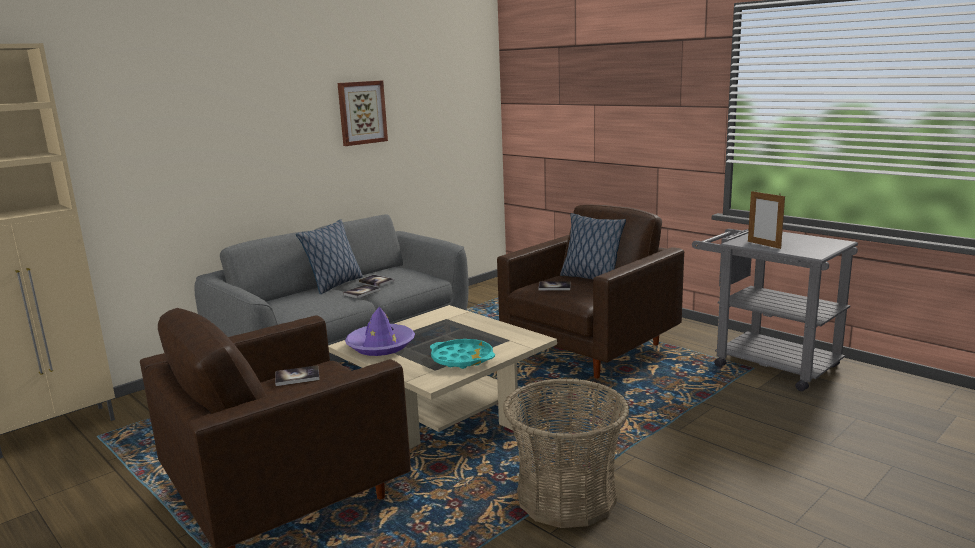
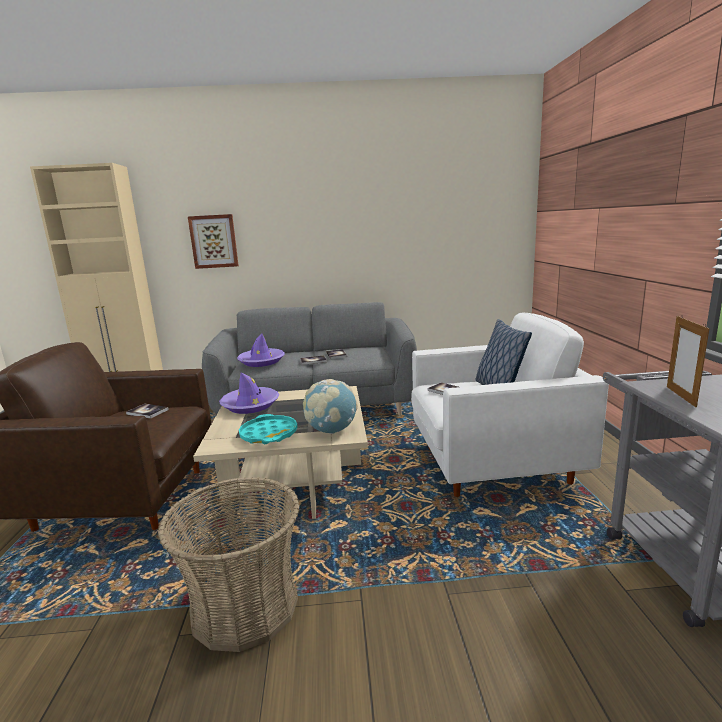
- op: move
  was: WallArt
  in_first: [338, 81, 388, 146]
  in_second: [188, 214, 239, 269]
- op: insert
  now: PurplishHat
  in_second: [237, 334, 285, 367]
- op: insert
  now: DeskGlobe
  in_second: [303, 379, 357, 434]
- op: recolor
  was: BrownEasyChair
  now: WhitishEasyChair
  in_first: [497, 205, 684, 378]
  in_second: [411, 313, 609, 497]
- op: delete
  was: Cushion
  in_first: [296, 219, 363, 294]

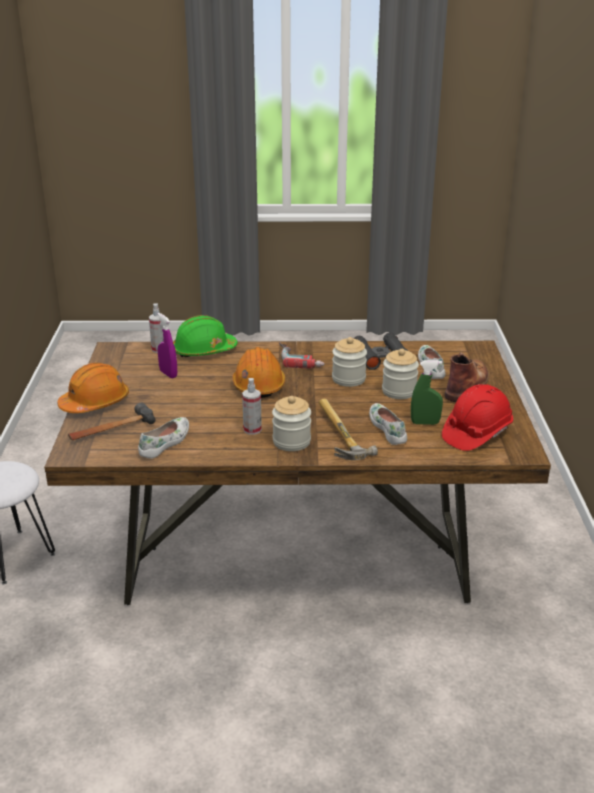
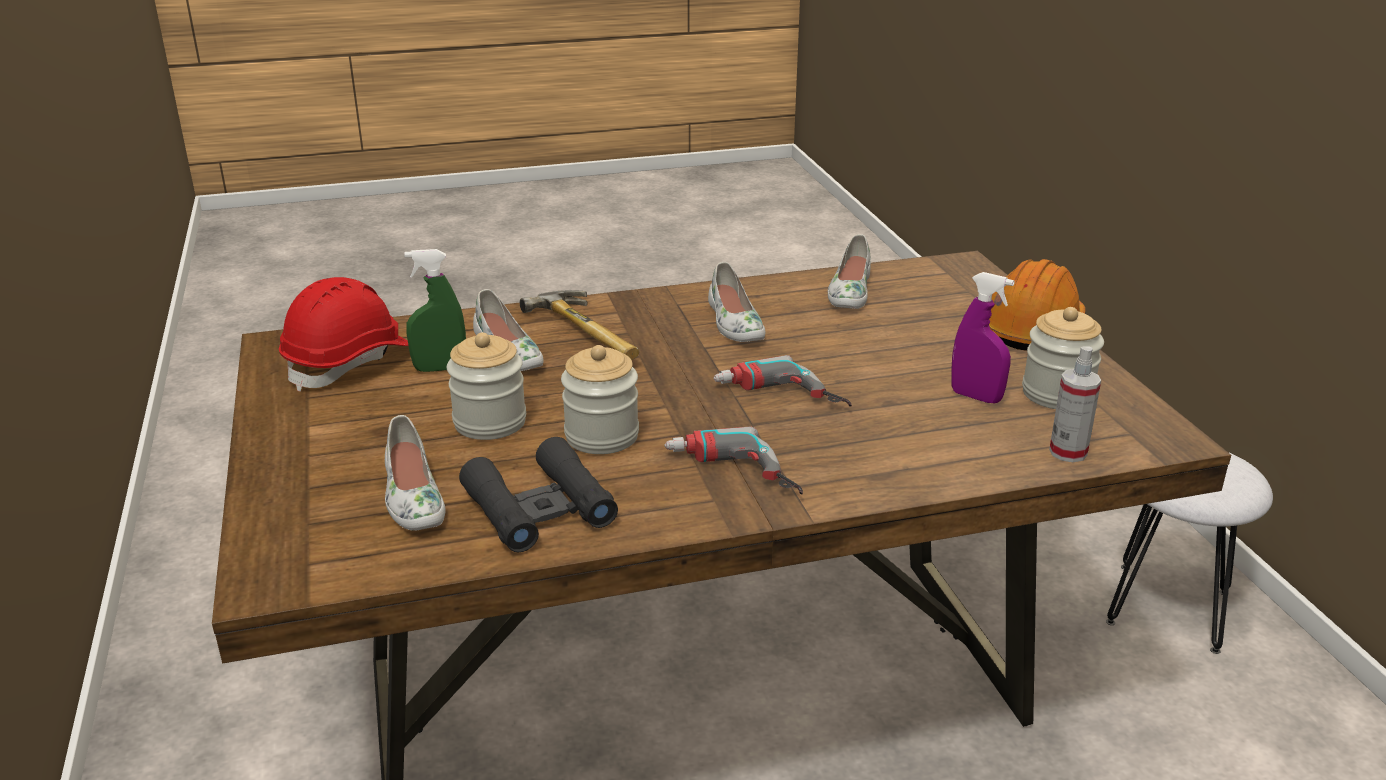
- op: replace
  was: Sprayer
  now: WhitishItemOfFootwear
  in_first: [242, 378, 262, 435]
  in_second: [708, 262, 765, 342]
- op: replace
  was: OrangeColouredSafetyHelmet
  now: ElectricDrill
  in_first: [232, 347, 285, 398]
  in_second: [713, 355, 852, 406]
- op: move
  was: Jar
  in_first: [272, 396, 311, 451]
  in_second: [1022, 307, 1104, 409]
- op: delete
  was: HandHammer
  in_first: [68, 403, 155, 440]
- op: delete
  was: GreenColouredSafetyHelmet
  in_first: [173, 315, 238, 357]
- op: delete
  was: BrownTallBoot
  in_first: [445, 352, 489, 402]

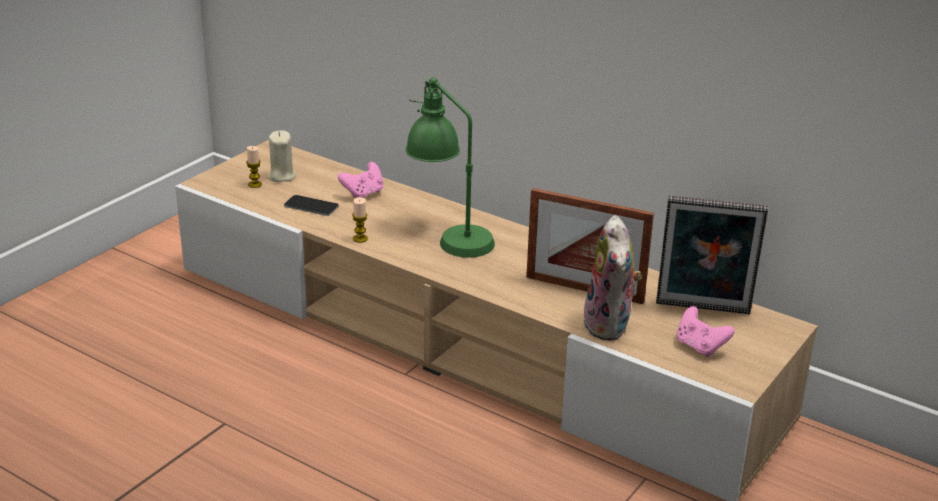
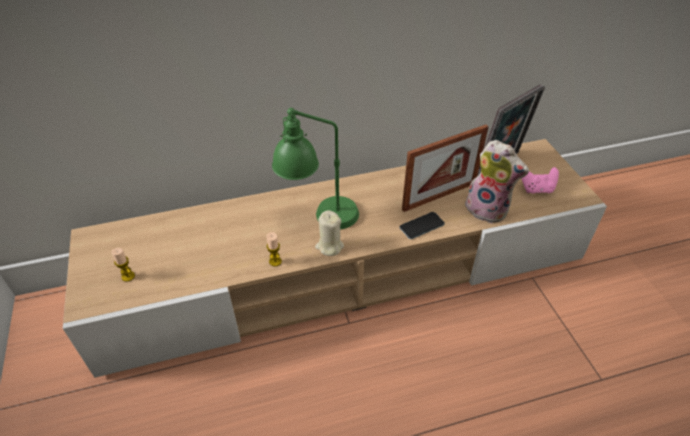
- op: move
  was: BeigeColouredWaxCandle
  in_first: [268, 130, 296, 182]
  in_second: [315, 210, 344, 256]
- op: move
  was: Telephone
  in_first: [284, 195, 339, 216]
  in_second: [400, 212, 445, 239]
- op: delete
  was: PinkColouredGamepad
  in_first: [338, 162, 384, 198]

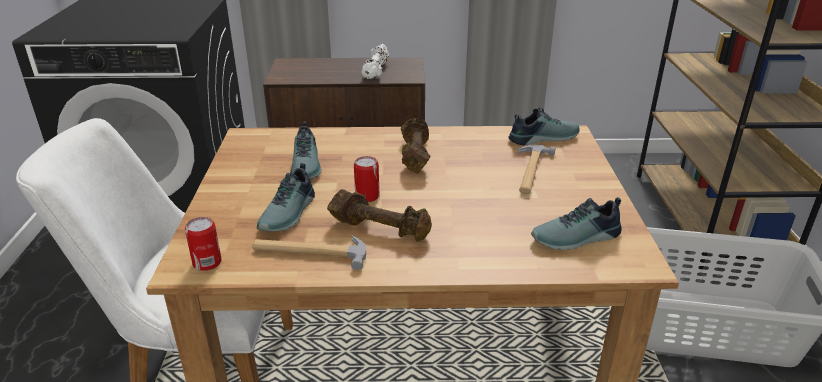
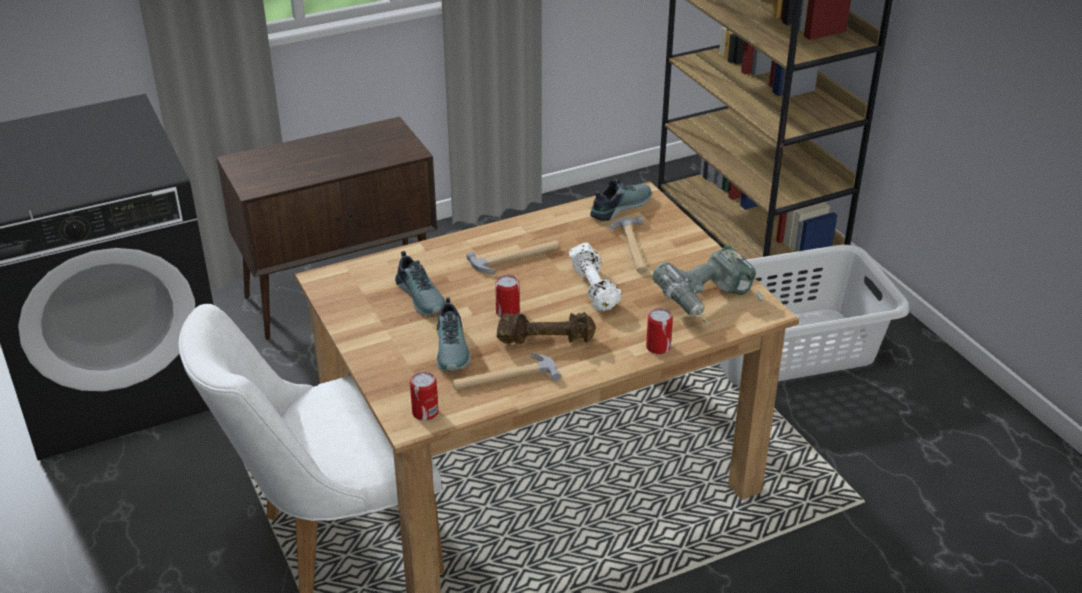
- op: replace
  was: BrownFreeWeight
  now: HandHammer
  in_first: [401, 118, 430, 174]
  in_second: [466, 241, 560, 274]
- op: move
  was: WhitishFreeWeight
  in_first: [361, 44, 389, 79]
  in_second: [569, 242, 622, 312]
- op: insert
  now: SealedCan
  in_second: [646, 308, 673, 354]
- op: replace
  was: ItemOfFootwear
  now: ElectricDrill
  in_first: [531, 197, 622, 250]
  in_second: [652, 246, 763, 324]

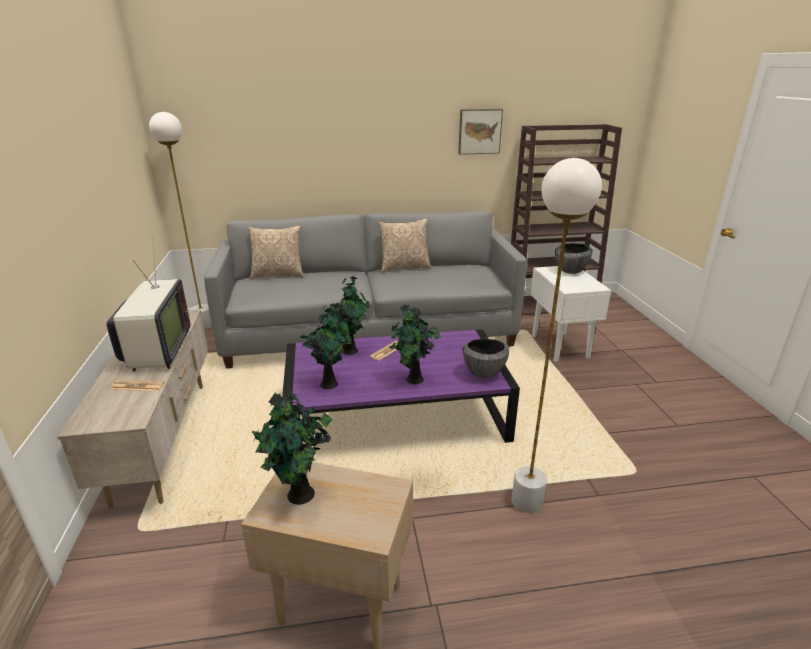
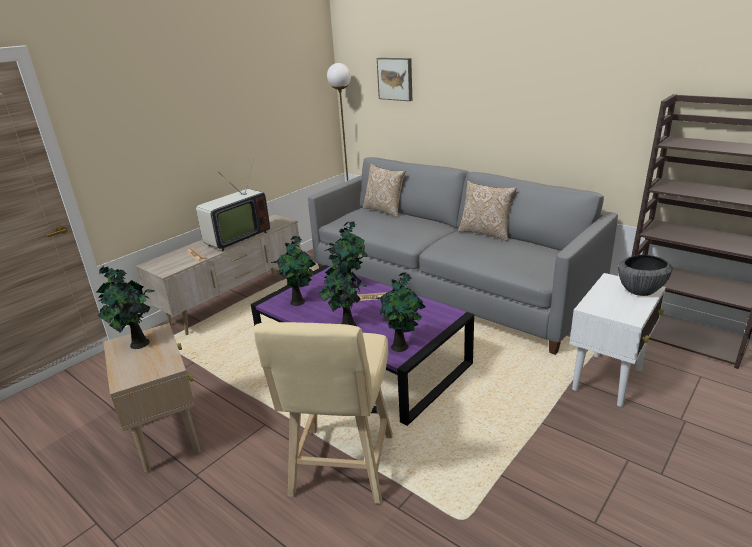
- op: replace
  was: WhitishStandingLamp
  now: BeigeColouredSittingStool
  in_first: [512, 158, 602, 513]
  in_second: [254, 322, 393, 504]
- op: replace
  was: ServingBowl
  now: PottedPlant
  in_first: [462, 339, 509, 378]
  in_second: [374, 272, 426, 352]
- op: move
  was: WallArt
  in_first: [458, 109, 503, 155]
  in_second: [377, 58, 412, 101]

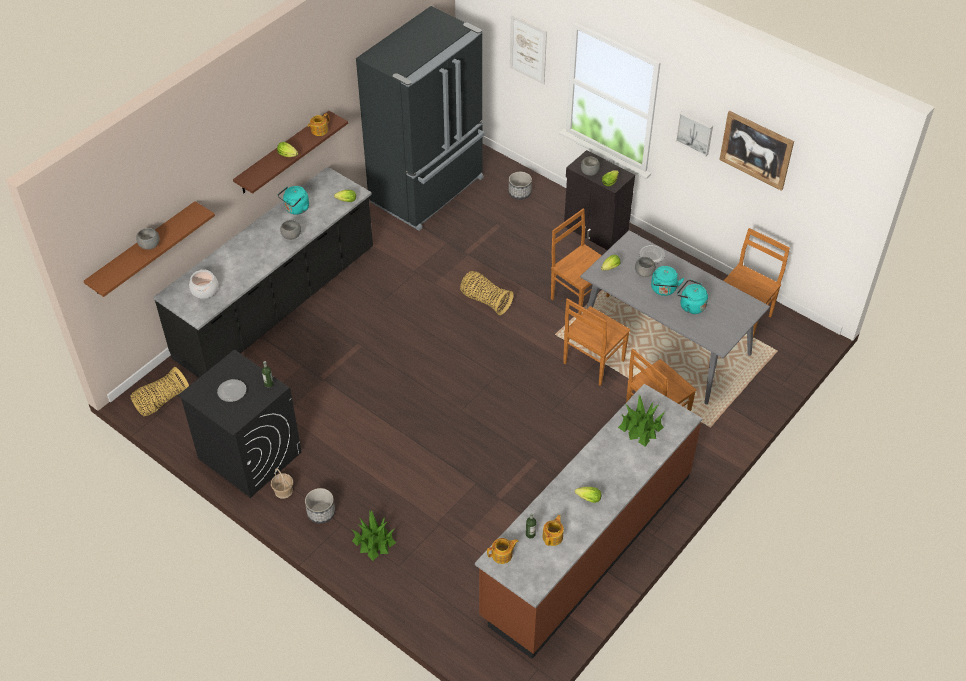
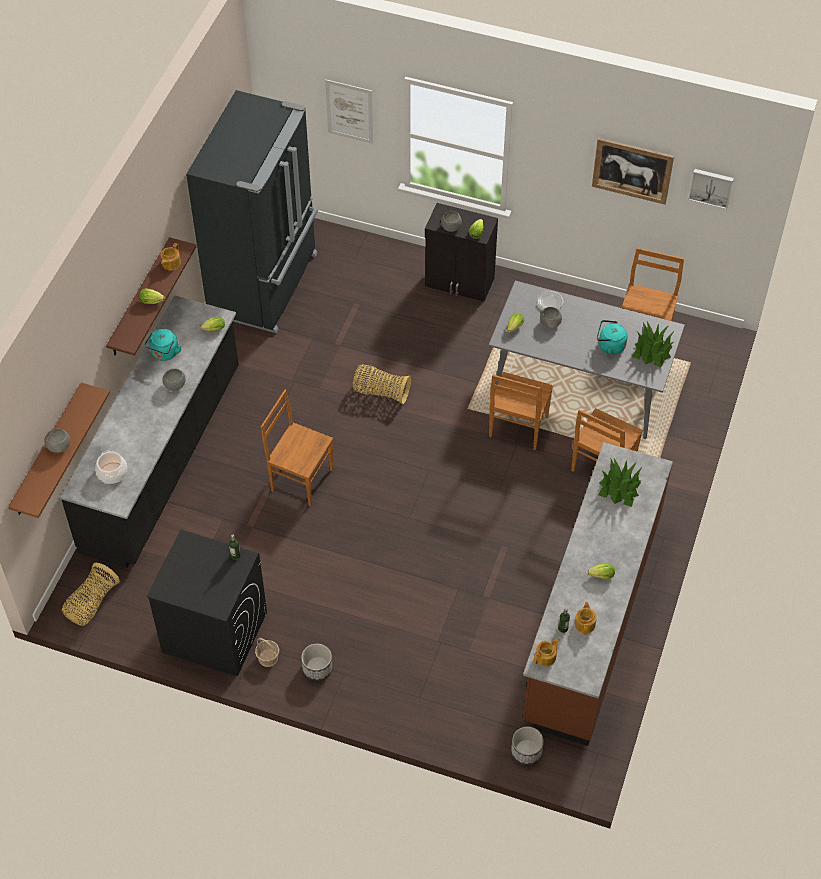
- op: move
  was: BrownChair
  in_first: [551, 208, 610, 315]
  in_second: [261, 389, 333, 506]
- op: move
  was: Planter
  in_first: [509, 172, 532, 199]
  in_second: [511, 726, 544, 765]
- op: move
  was: PottedPlant
  in_first: [351, 510, 396, 561]
  in_second: [632, 321, 674, 367]
- op: move
  was: WallArt
  in_first: [676, 111, 713, 156]
  in_second: [688, 169, 734, 209]
- op: delete
  was: DinnerPlate
  in_first: [217, 379, 246, 402]
- op: delete
  was: BlueGreenKettle
  in_first: [651, 266, 684, 296]

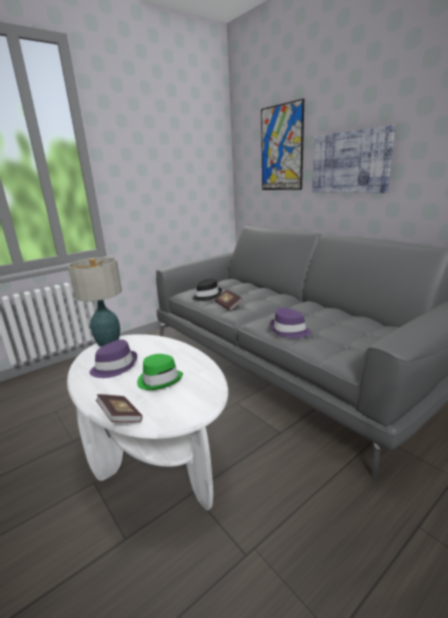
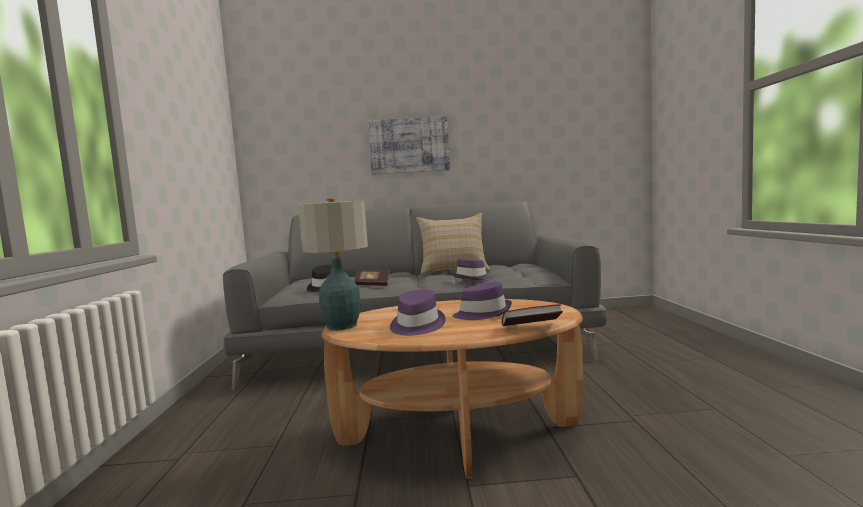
- op: recolor
  was: WhitishLoungeTable
  now: BrownLoungeTable
  in_first: [67, 334, 228, 511]
  in_second: [322, 299, 583, 479]
- op: insert
  now: BeigeColouredCushion
  in_second: [416, 213, 491, 275]
- op: recolor
  was: GreenColouredHat
  now: PurplishHat
  in_first: [137, 354, 183, 390]
  in_second: [452, 282, 512, 320]
- op: delete
  was: WallArt
  in_first: [261, 99, 304, 190]

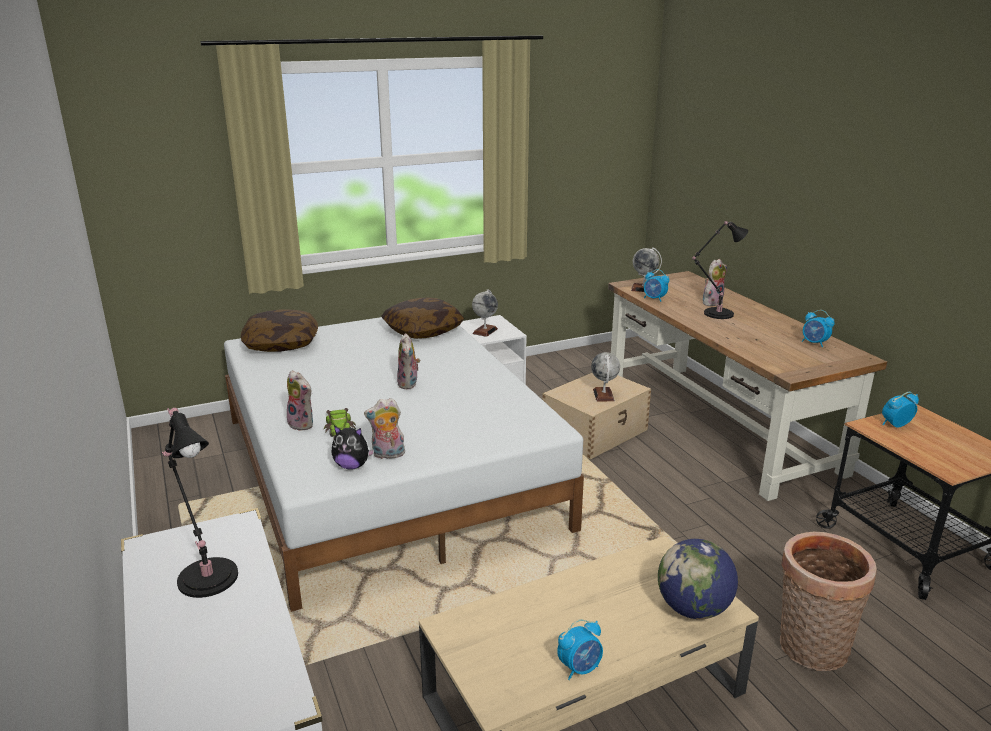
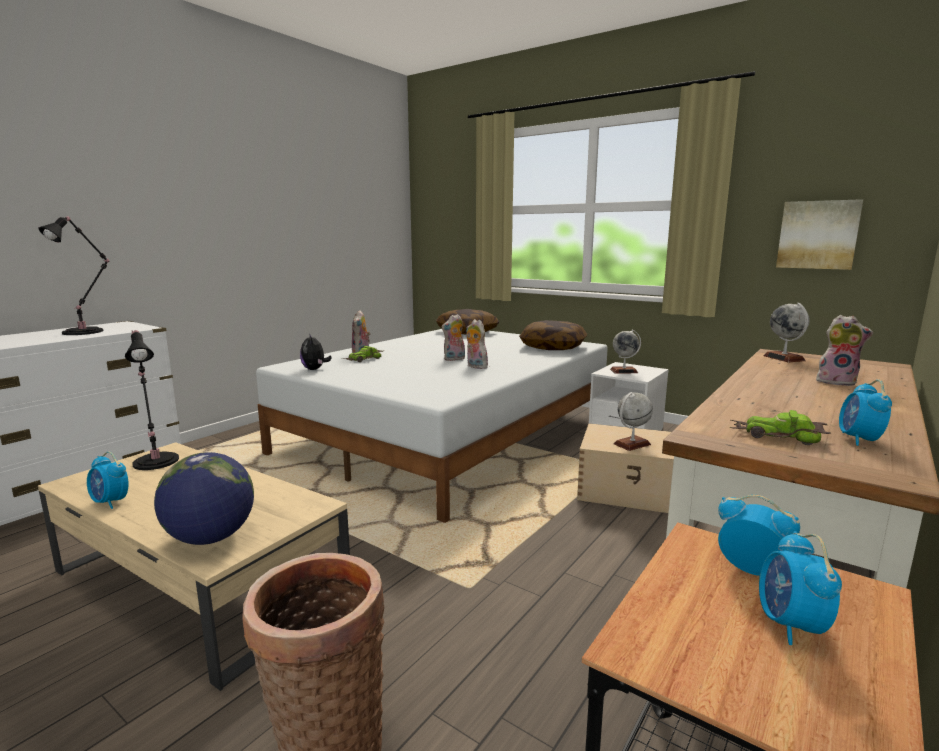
- op: move
  was: BlackishTabletopLamp
  in_first: [692, 221, 748, 319]
  in_second: [125, 330, 179, 470]
- op: move
  was: PlushToy
  in_first: [364, 398, 406, 459]
  in_second: [466, 319, 488, 369]
- op: insert
  now: ToyCar
  in_second: [729, 410, 831, 445]
- op: move
  was: AlarmClock
  in_first: [644, 269, 669, 302]
  in_second: [759, 531, 842, 645]
- op: insert
  now: WallArt
  in_second: [776, 199, 863, 270]

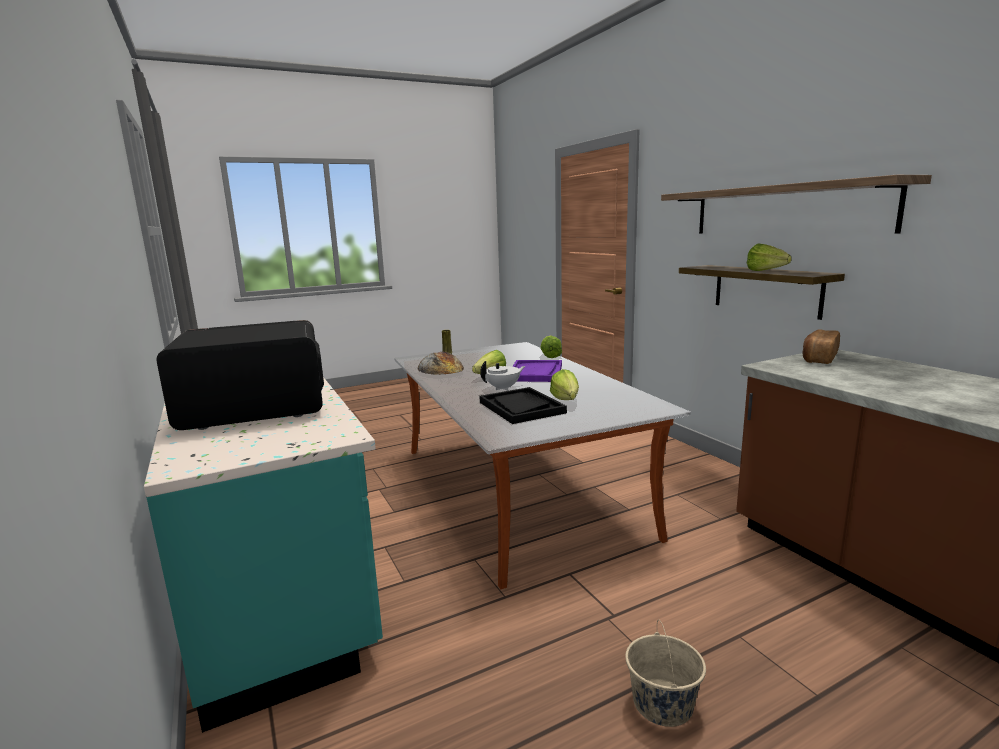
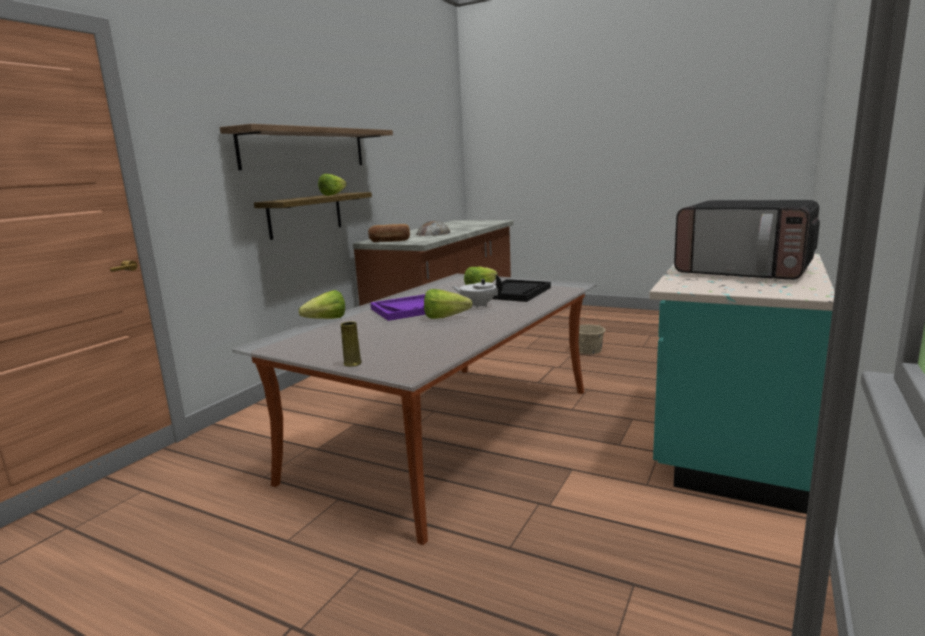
- op: move
  was: BakeryBread
  in_first: [418, 352, 464, 375]
  in_second: [416, 221, 451, 236]

